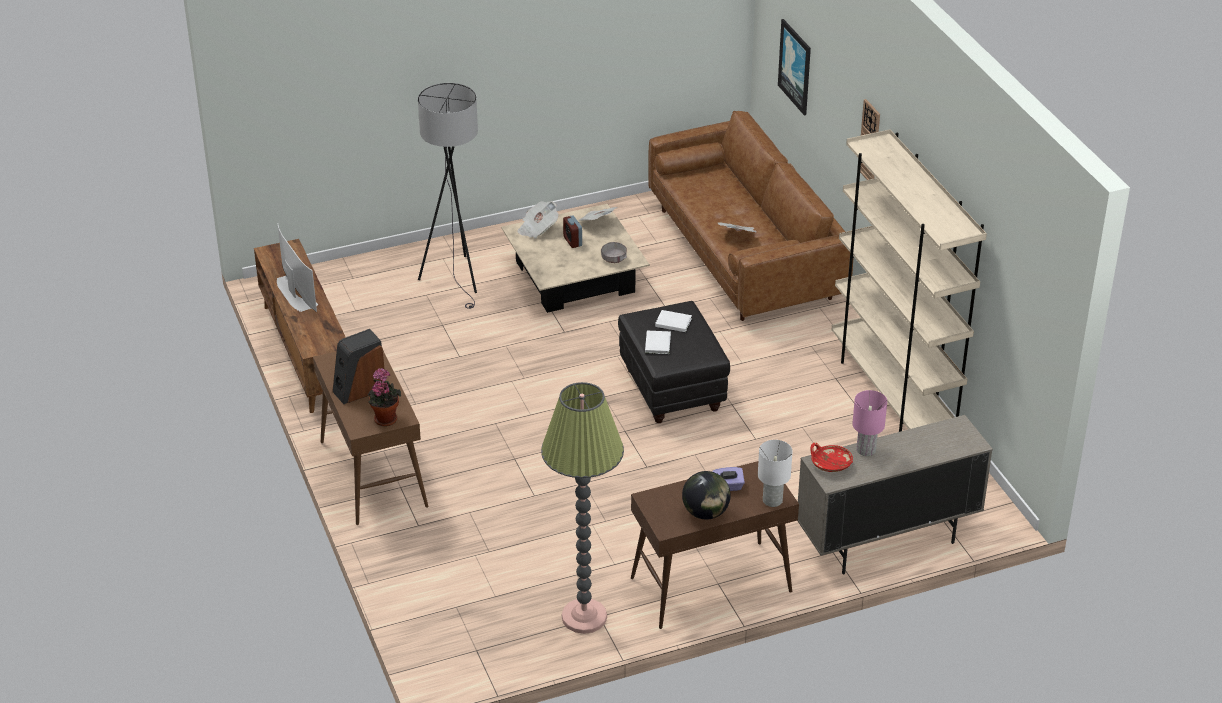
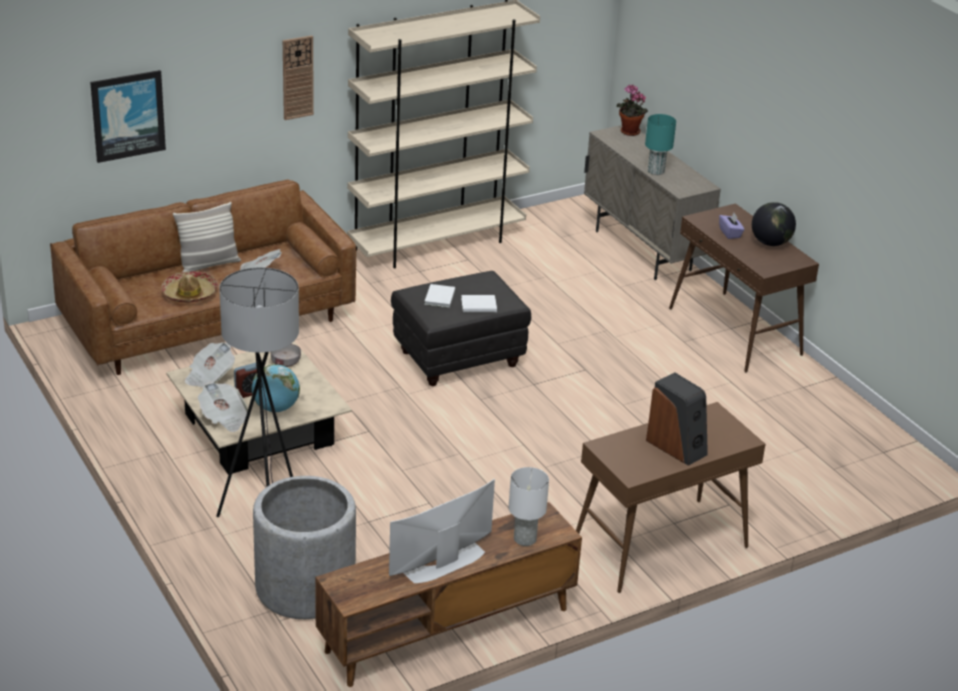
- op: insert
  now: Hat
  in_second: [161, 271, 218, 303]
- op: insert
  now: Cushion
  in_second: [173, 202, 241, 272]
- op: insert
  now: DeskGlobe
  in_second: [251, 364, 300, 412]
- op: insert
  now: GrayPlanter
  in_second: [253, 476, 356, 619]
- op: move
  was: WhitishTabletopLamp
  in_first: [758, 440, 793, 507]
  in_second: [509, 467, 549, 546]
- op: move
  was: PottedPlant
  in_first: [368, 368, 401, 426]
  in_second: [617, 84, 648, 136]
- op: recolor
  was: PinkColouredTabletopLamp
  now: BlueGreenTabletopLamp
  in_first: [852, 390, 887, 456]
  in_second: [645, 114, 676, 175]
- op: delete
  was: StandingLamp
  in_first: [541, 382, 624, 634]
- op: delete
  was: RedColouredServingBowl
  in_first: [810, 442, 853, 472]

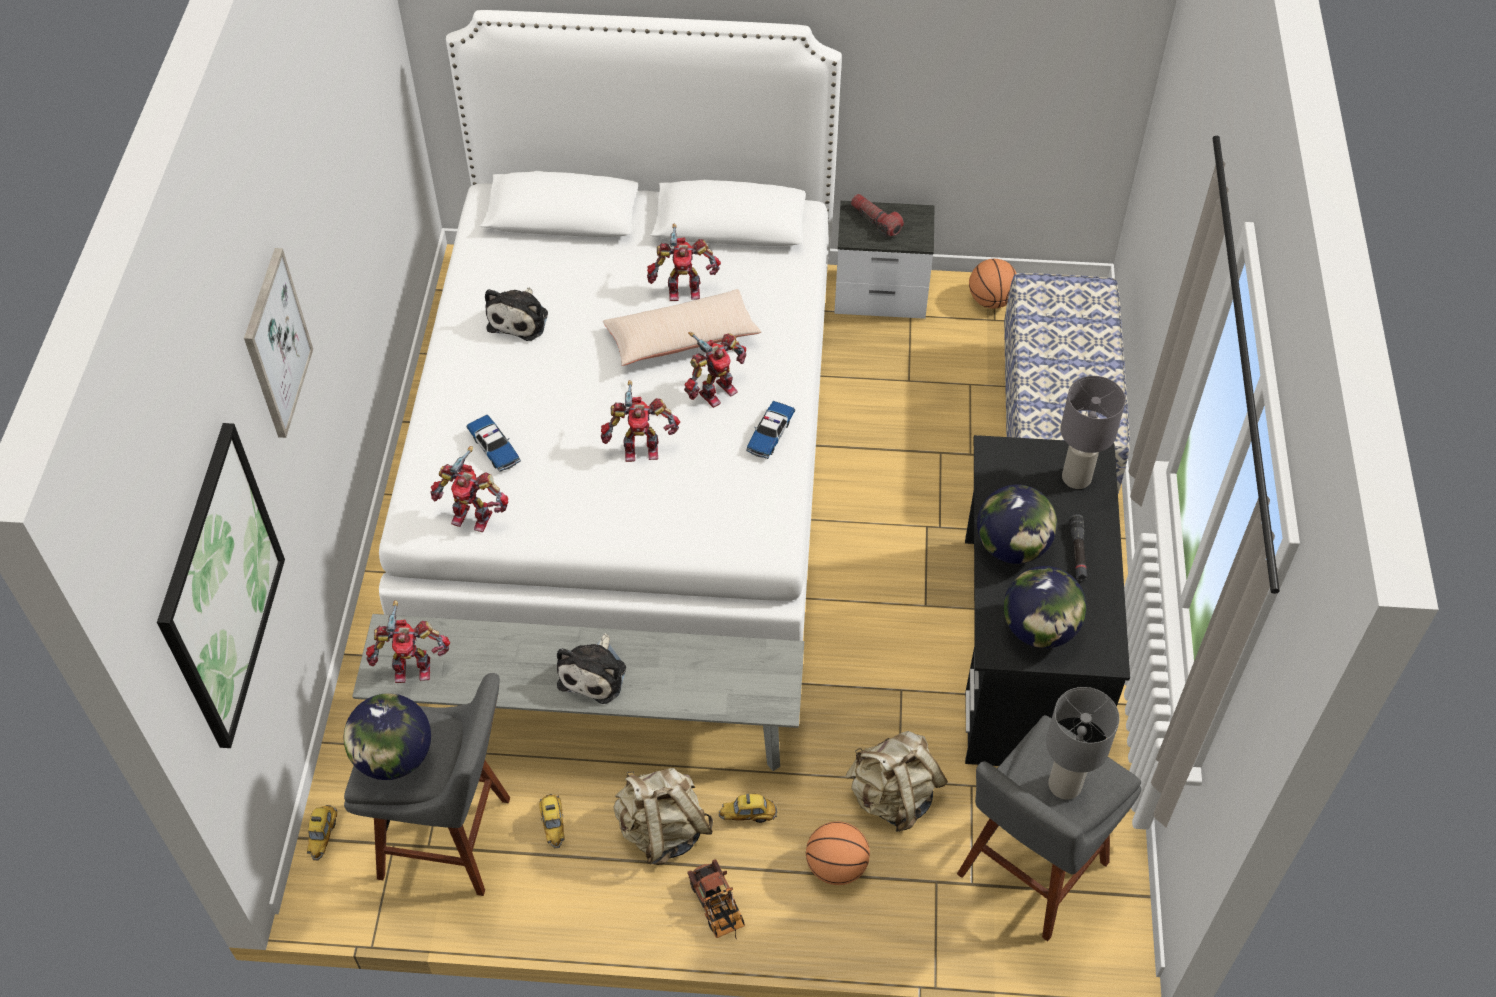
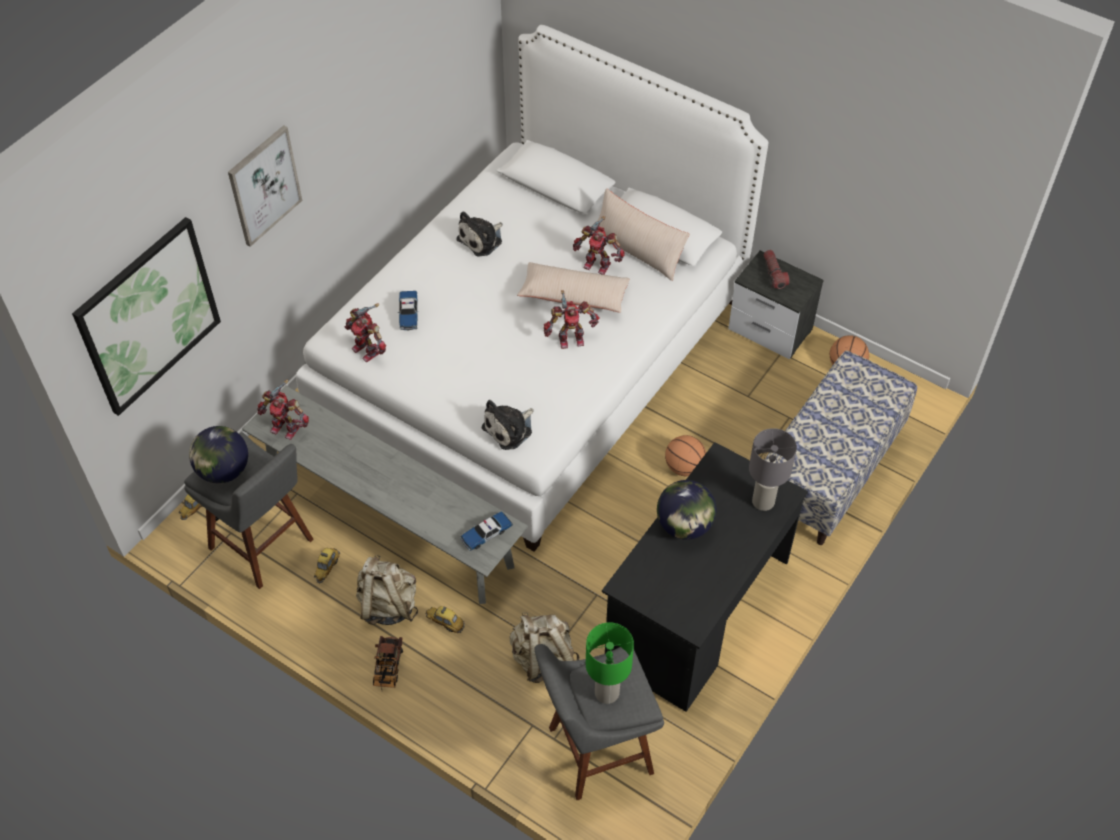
- op: move
  was: ToyCar
  in_first: [746, 401, 795, 459]
  in_second: [460, 511, 513, 551]
- op: move
  was: PlushToy
  in_first: [557, 633, 626, 704]
  in_second: [482, 400, 534, 450]
- op: recolor
  was: GrayTabletopLamp
  now: GreenColouredTabletopLamp
  in_first: [1046, 687, 1120, 800]
  in_second: [586, 622, 634, 704]
- op: insert
  now: BeigeColouredCushion
  in_second: [592, 188, 690, 281]
- op: move
  was: BasketballBall
  in_first: [806, 822, 870, 885]
  in_second: [665, 435, 706, 476]
- op: delete
  was: ToyRobot
  in_first: [601, 380, 680, 462]
- op: delete
  was: DeskGlobe
  in_first: [1004, 566, 1087, 648]
- op: delete
  was: BlackishFlashlight
  in_first: [1069, 514, 1087, 581]

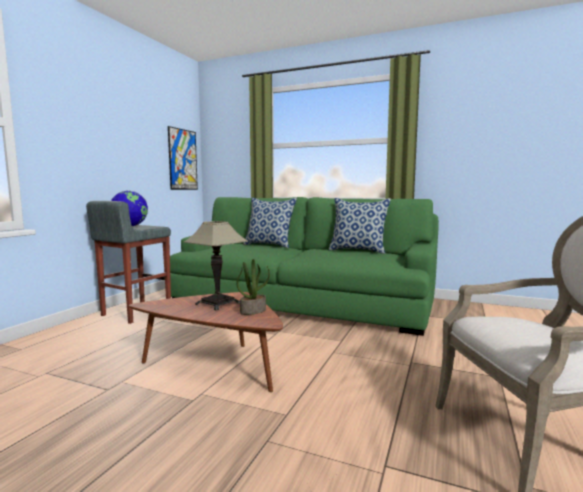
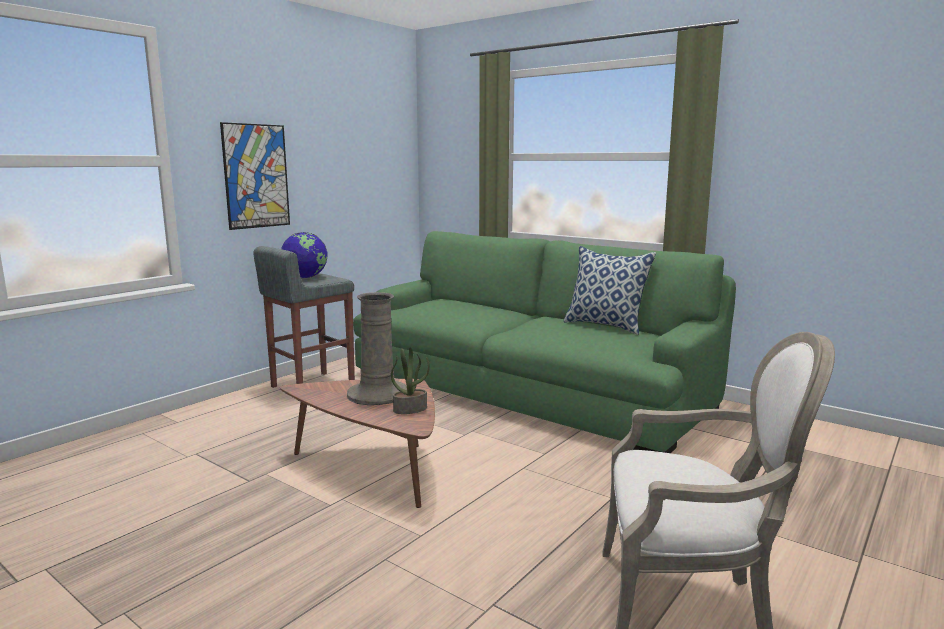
- op: move
  was: WallArt
  in_first: [168, 126, 198, 190]
  in_second: [220, 122, 290, 230]
- op: replace
  was: TabletopLamp
  now: BeigeColouredDecorativeVase
  in_first: [184, 221, 248, 311]
  in_second: [347, 292, 407, 405]
- op: delete
  was: Cushion
  in_first: [243, 197, 297, 248]

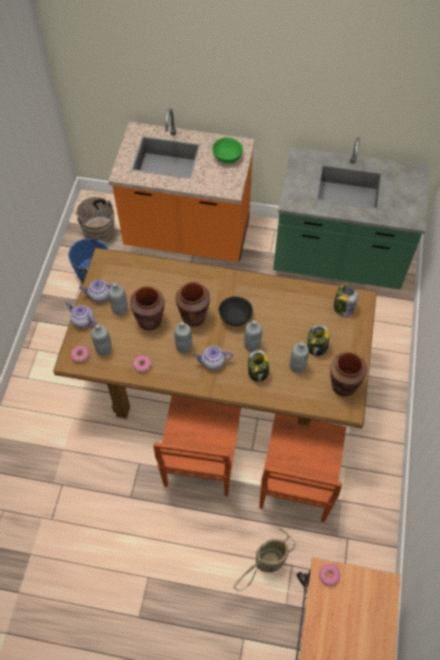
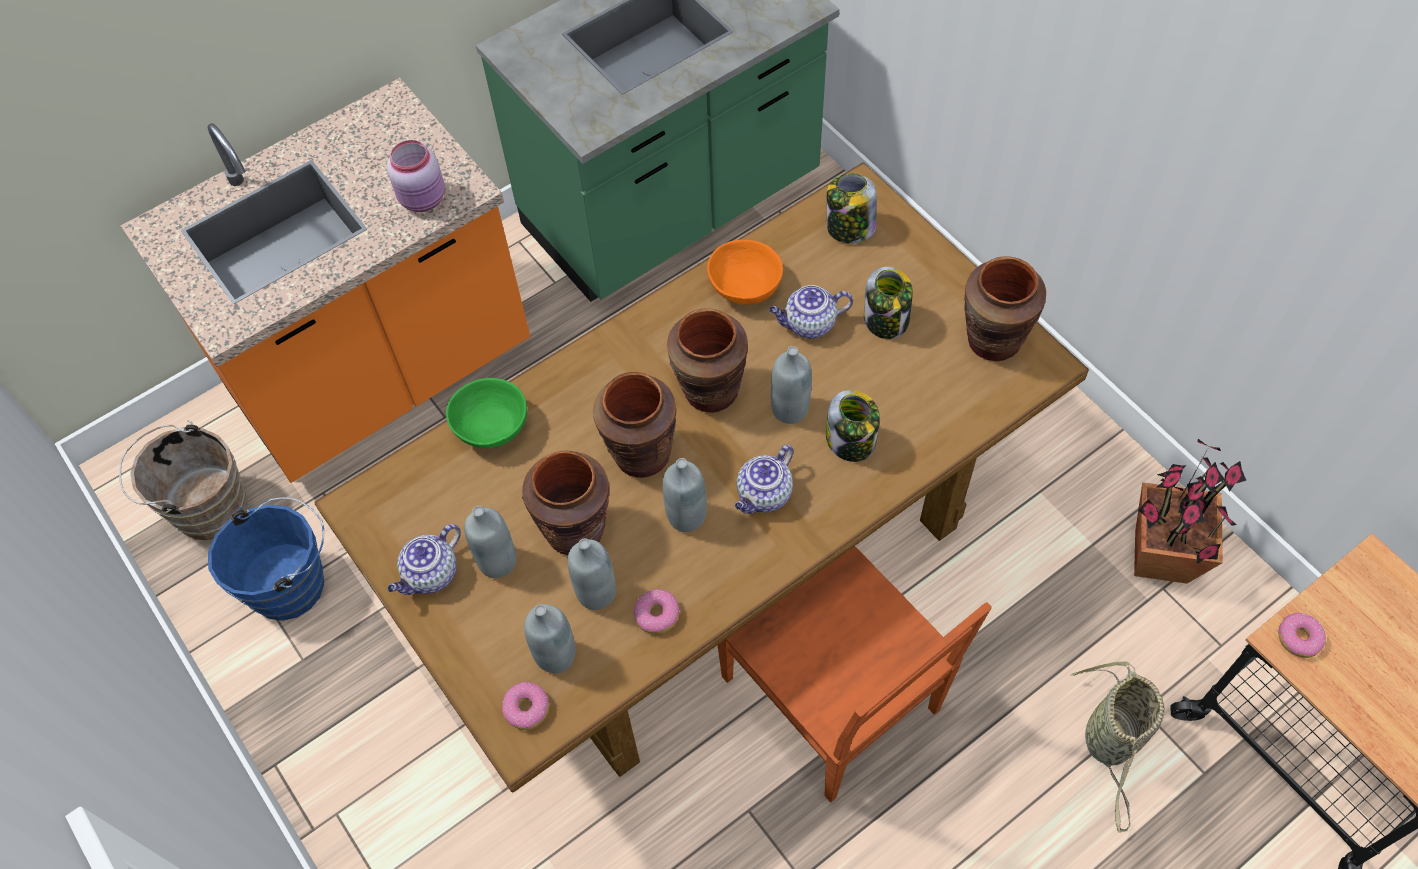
- op: insert
  now: PinkColouredJar
  in_second: [387, 140, 445, 212]
- op: move
  was: GreenColouredServingBowl
  in_first: [212, 138, 243, 164]
  in_second: [446, 378, 527, 448]
- op: move
  was: GrayBeverageBottle
  in_first: [289, 342, 309, 373]
  in_second: [567, 538, 616, 610]
- op: replace
  was: BlackishServingBowl
  now: BrownDecorativeVase
  in_first: [219, 296, 253, 326]
  in_second: [667, 308, 748, 413]
- op: insert
  now: OrangeColouredServingBowl
  in_second: [707, 240, 783, 305]
- op: move
  was: Teapot
  in_first: [66, 302, 97, 328]
  in_second: [769, 285, 853, 339]
- op: insert
  now: PottedPlant
  in_second: [1134, 439, 1246, 584]
- op: delete
  was: BrownChair
  in_first: [259, 413, 346, 522]

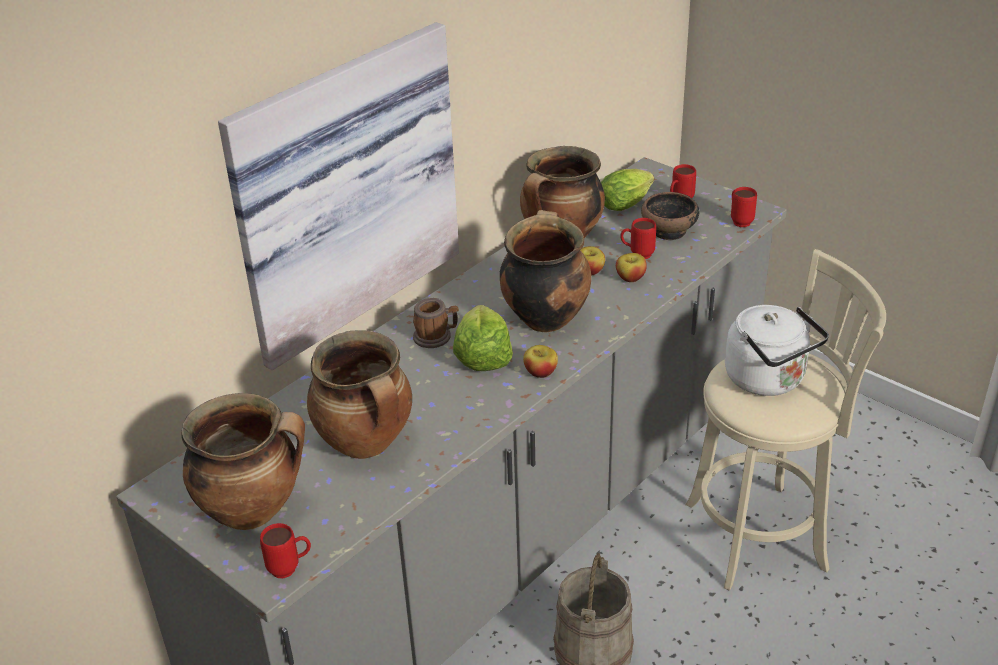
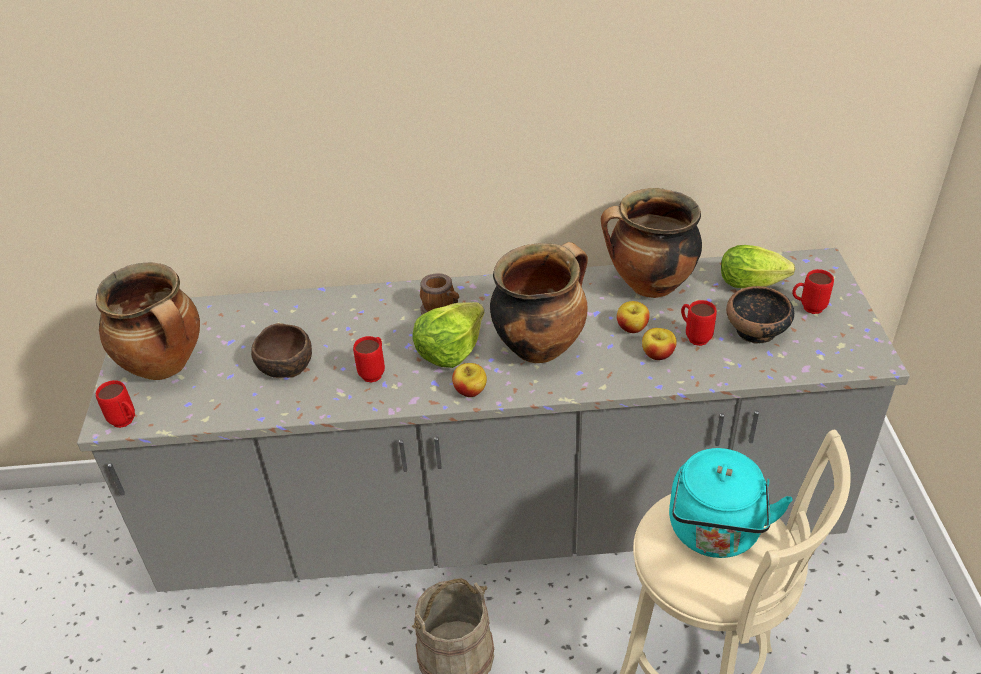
- op: replace
  was: Stockpot
  now: BrownServingBowl
  in_first: [307, 330, 412, 459]
  in_second: [251, 323, 312, 378]
- op: move
  was: RedColouredCoffeeMug
  in_first: [731, 187, 757, 227]
  in_second: [353, 336, 385, 383]
- op: recolor
  was: WhitishKettle
  now: BlueGreenKettle
  in_first: [725, 305, 829, 396]
  in_second: [669, 448, 793, 558]
- op: delete
  was: WallArt
  in_first: [218, 22, 459, 370]

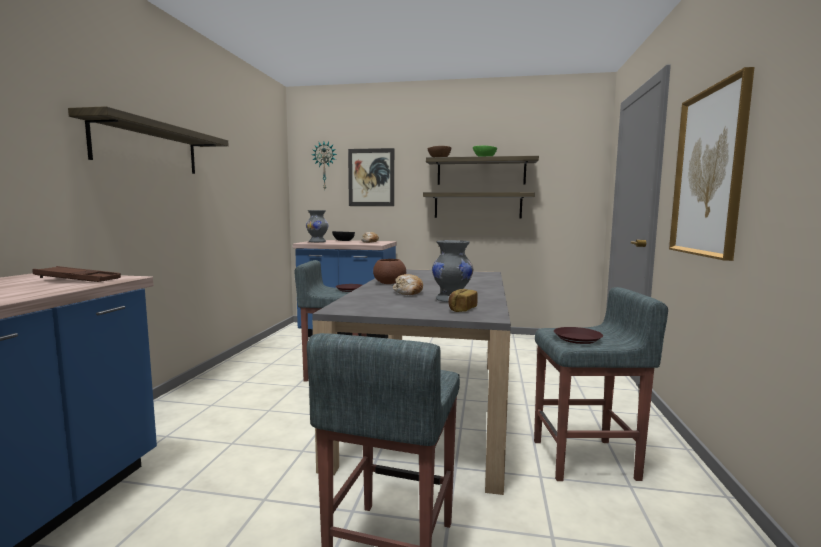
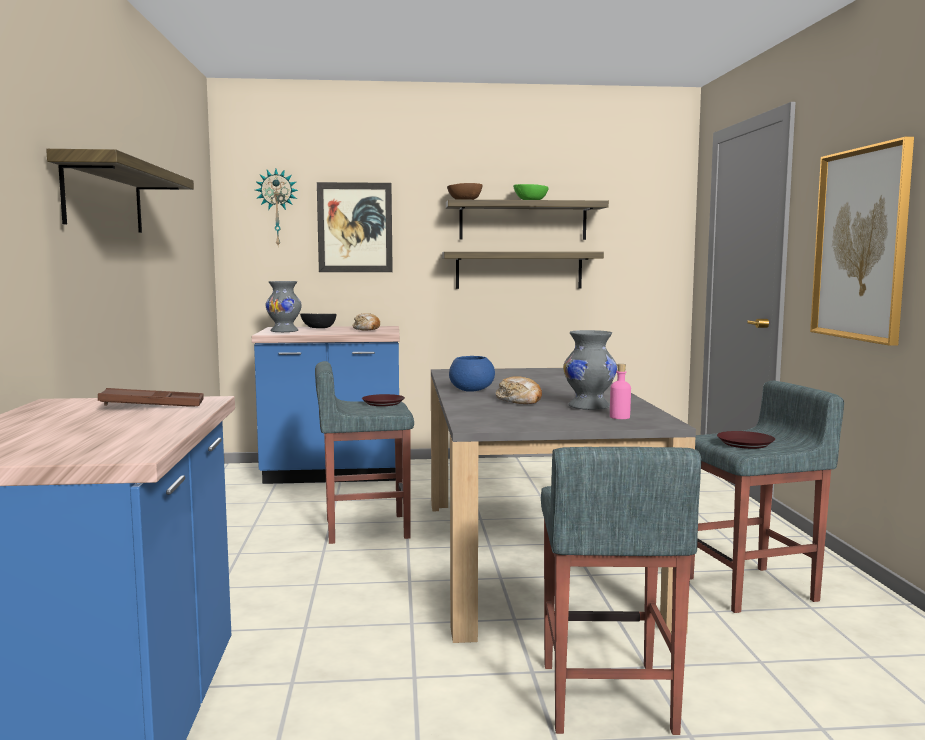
- op: recolor
  was: BrownServingBowl
  now: BlueColouredServingBowl
  in_first: [373, 259, 406, 284]
  in_second: [449, 356, 495, 392]
- op: replace
  was: BakeryBread
  now: PinkColouredBeverageBottle
  in_first: [448, 289, 478, 312]
  in_second: [610, 364, 631, 419]

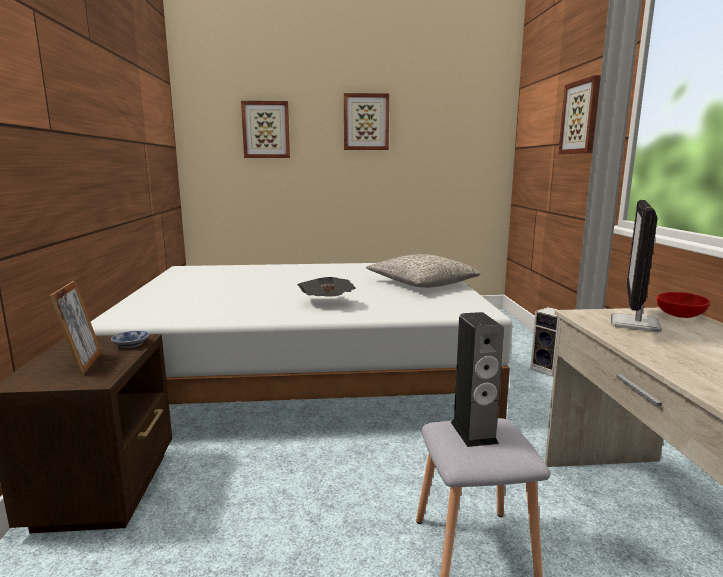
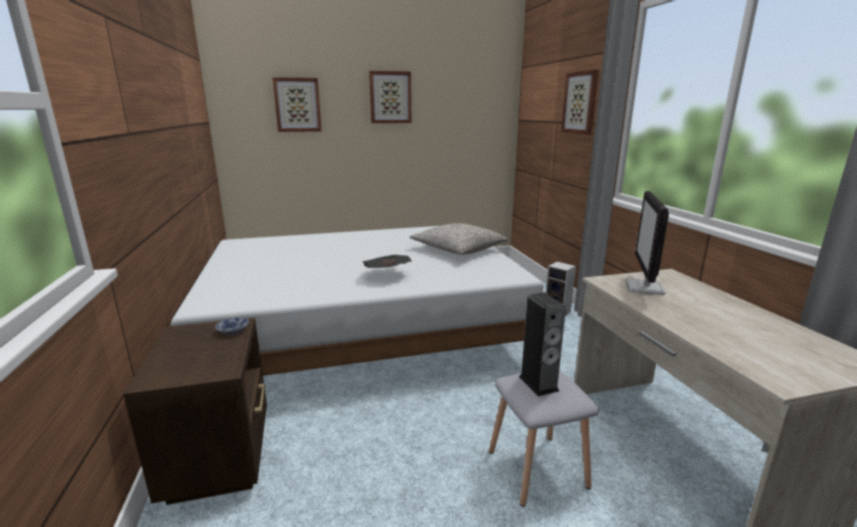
- op: delete
  was: StandingFrame
  in_first: [50, 281, 102, 376]
- op: delete
  was: RedColouredServingBowl
  in_first: [657, 292, 710, 318]

